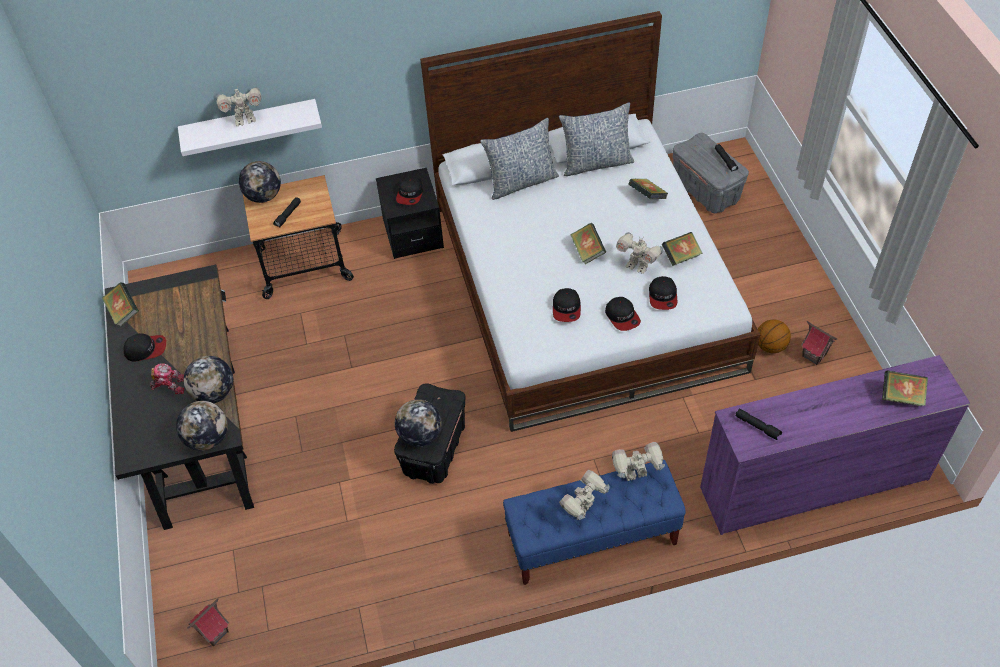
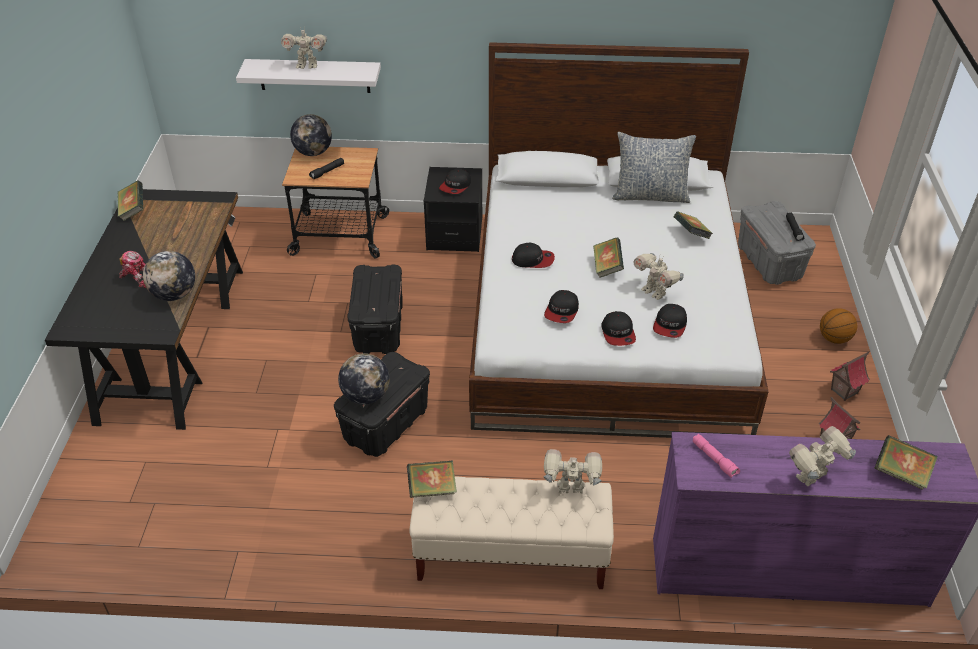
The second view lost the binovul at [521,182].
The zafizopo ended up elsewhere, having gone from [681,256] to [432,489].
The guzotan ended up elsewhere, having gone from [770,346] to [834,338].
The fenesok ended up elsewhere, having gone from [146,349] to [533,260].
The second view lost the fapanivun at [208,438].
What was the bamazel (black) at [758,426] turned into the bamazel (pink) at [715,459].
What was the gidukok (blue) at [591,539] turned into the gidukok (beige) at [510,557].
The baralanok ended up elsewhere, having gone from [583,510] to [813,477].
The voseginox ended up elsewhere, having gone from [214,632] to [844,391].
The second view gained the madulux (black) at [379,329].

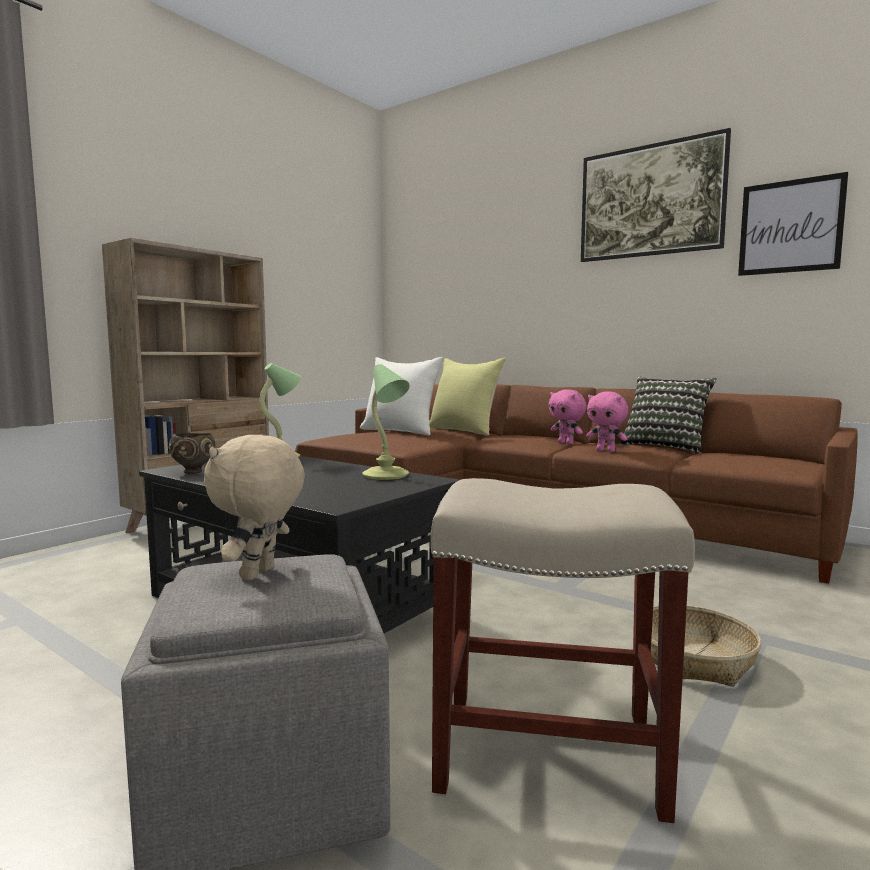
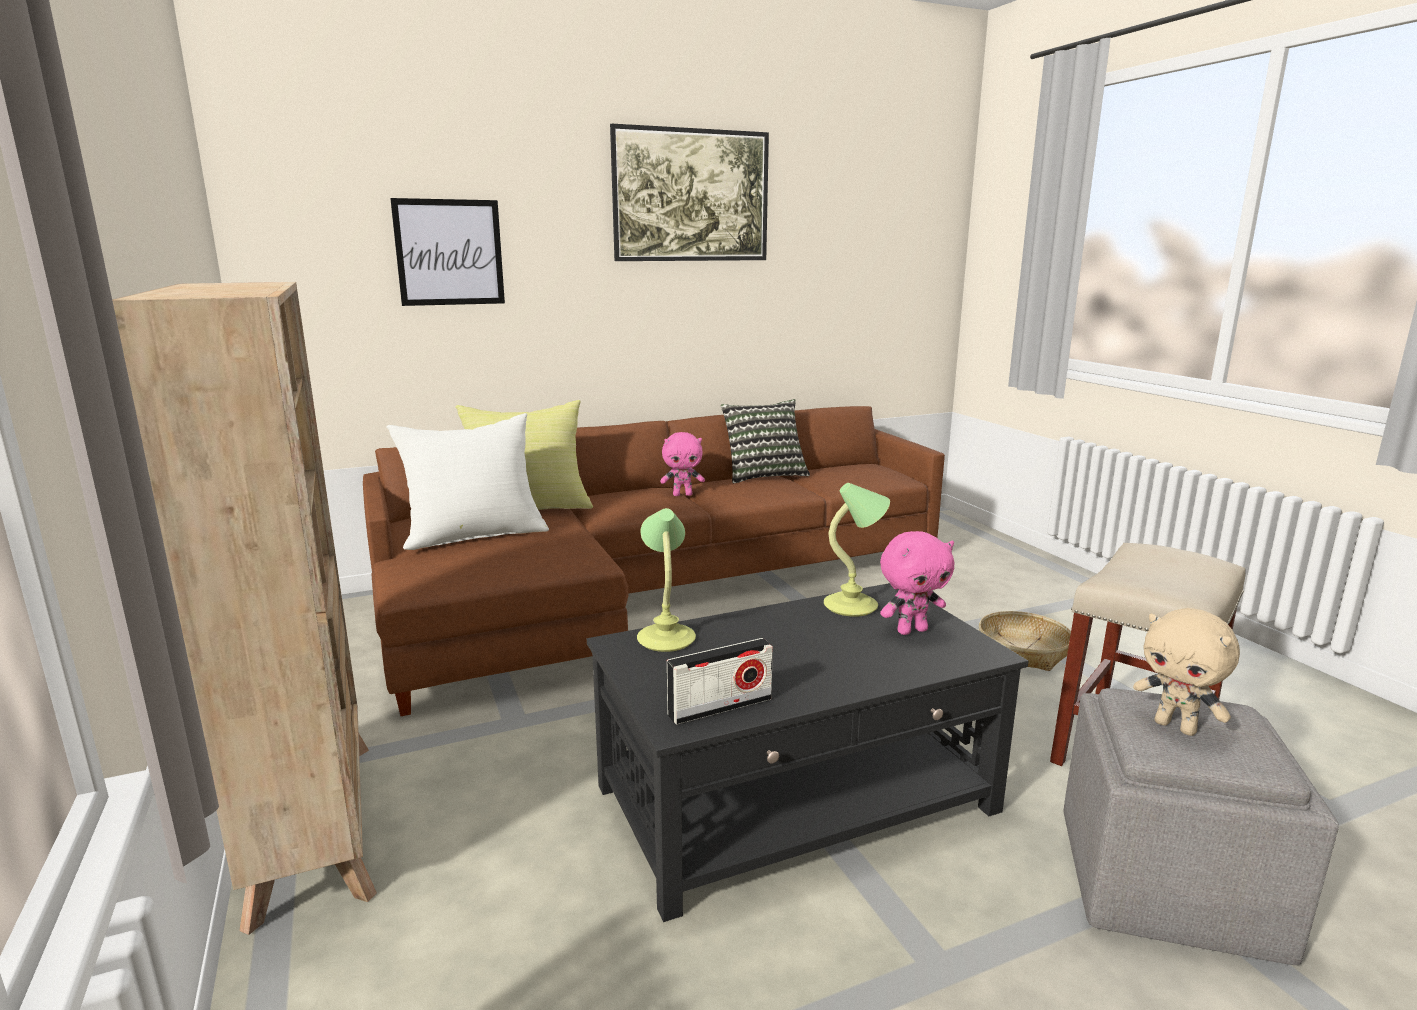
The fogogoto ended up elsewhere, having gone from [790,226] to [449,252].
The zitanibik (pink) ended up elsewhere, having gone from [606,451] to [911,630].
Where the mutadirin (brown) stood at [194,472], the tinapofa came to stand at [720,707].

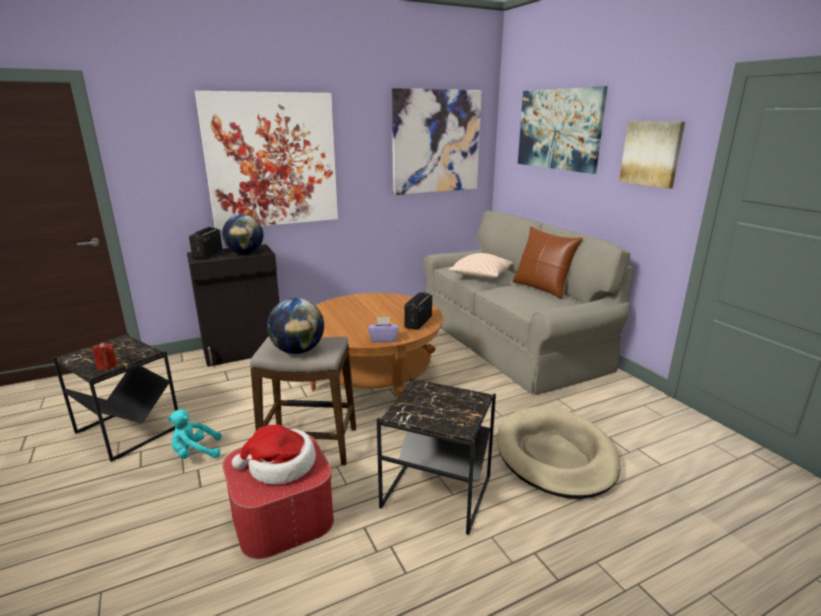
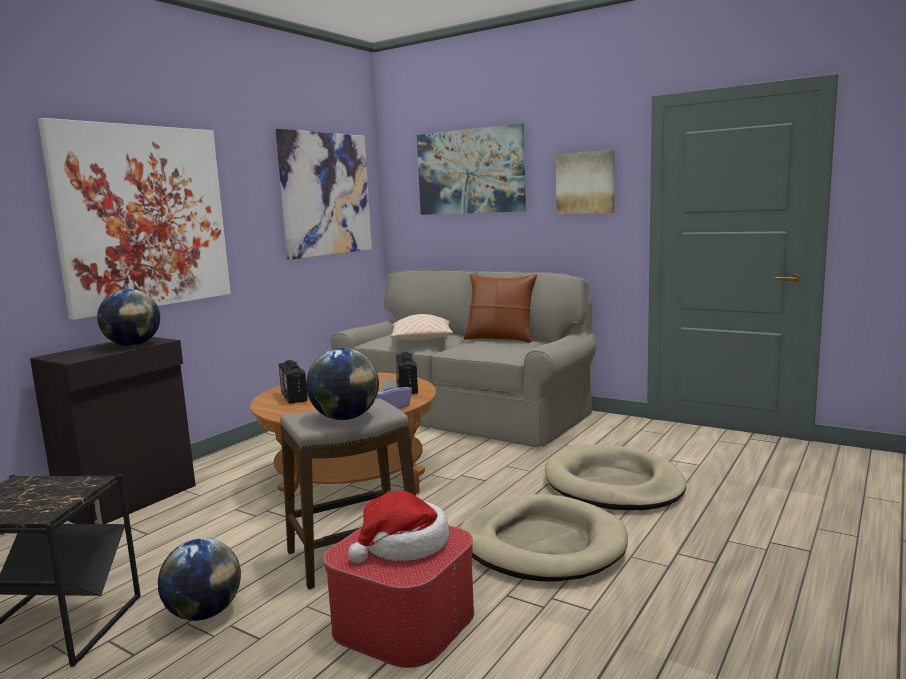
The tinapofa ended up elsewhere, having gone from [207,254] to [294,397].
The second view lost the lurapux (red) at [107,366].
Where the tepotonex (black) stood at [436,492], the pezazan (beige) came to stand at [542,544].
Where the zitanibik (turquoise) stood at [195,453], the fapanivun came to stand at [204,613].

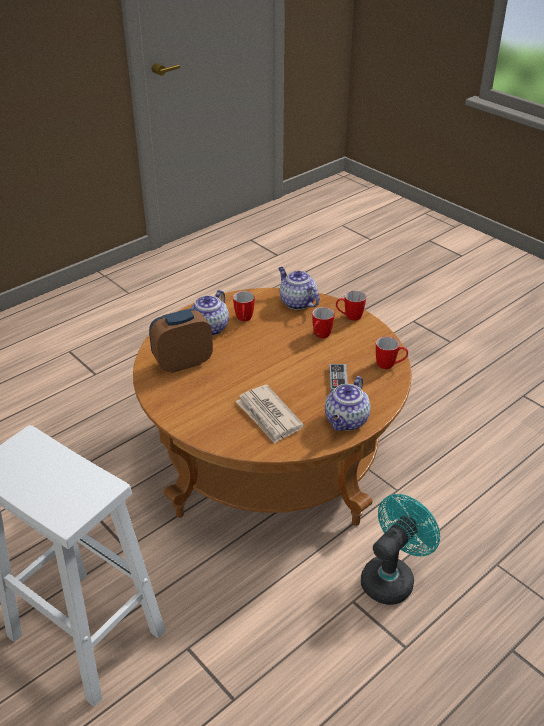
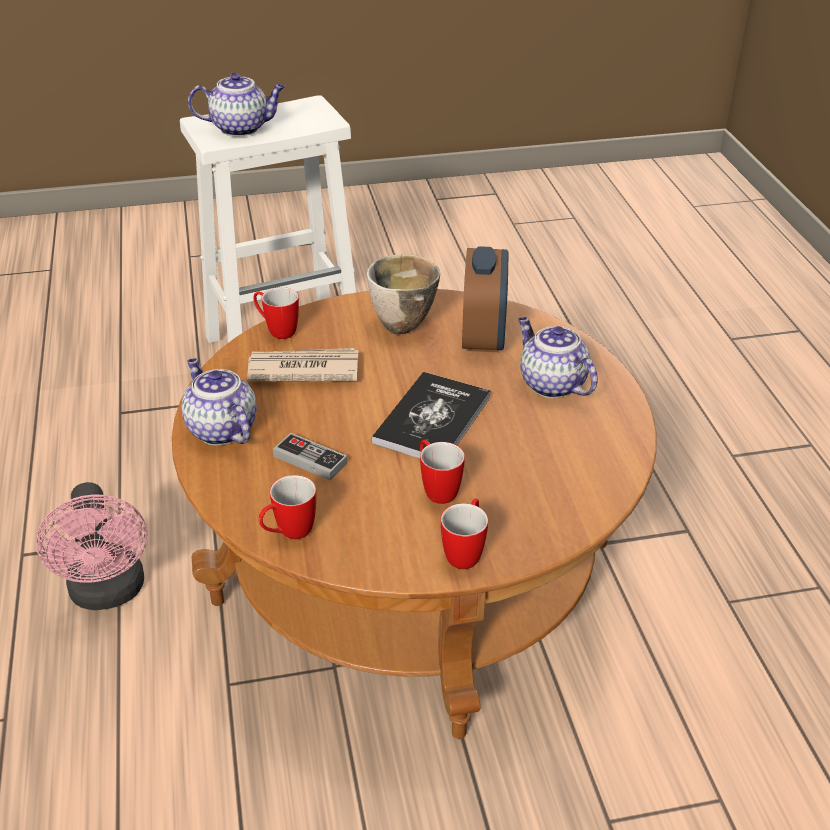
The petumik ended up elsewhere, having gone from [296,302] to [241,128].
The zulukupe ended up elsewhere, having gone from [244,320] to [277,330].
What was the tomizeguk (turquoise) at [392,577] turned into the tomizeguk (pink) at [108,593].
The second view gained the mutadirin at [403,327].
The second view gained the zafizopo at [432,419].

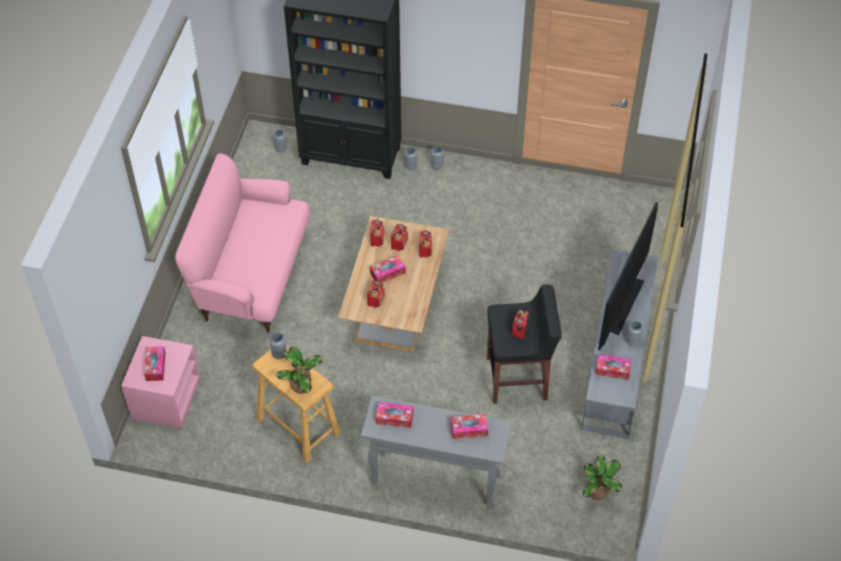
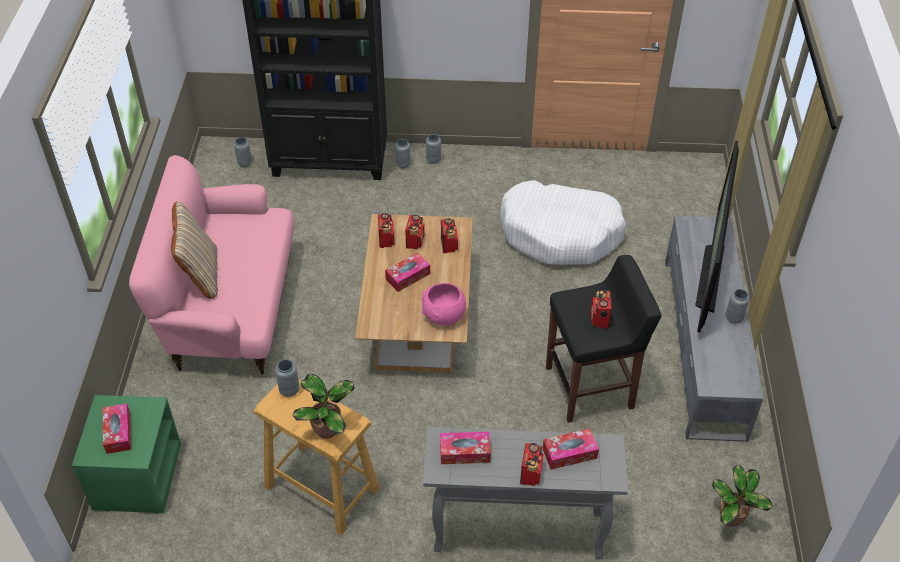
The tinapofa ended up elsewhere, having gone from [376,300] to [531,473].
What was the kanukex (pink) at [165,398] turned into the kanukex (green) at [137,476].
The second view lost the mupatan at [612,370].
The second view gained the pezazan (white) at [560,233].
The second view gained the binovul (beige) at [200,274].
The second view gained the mutadirin (pink) at [443,316].

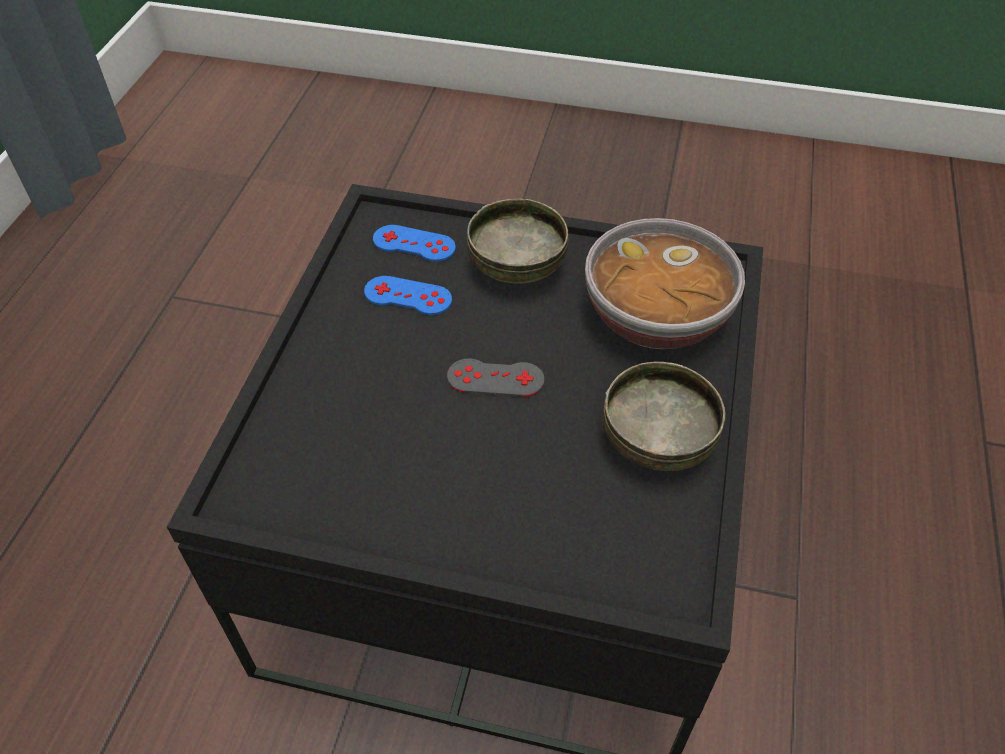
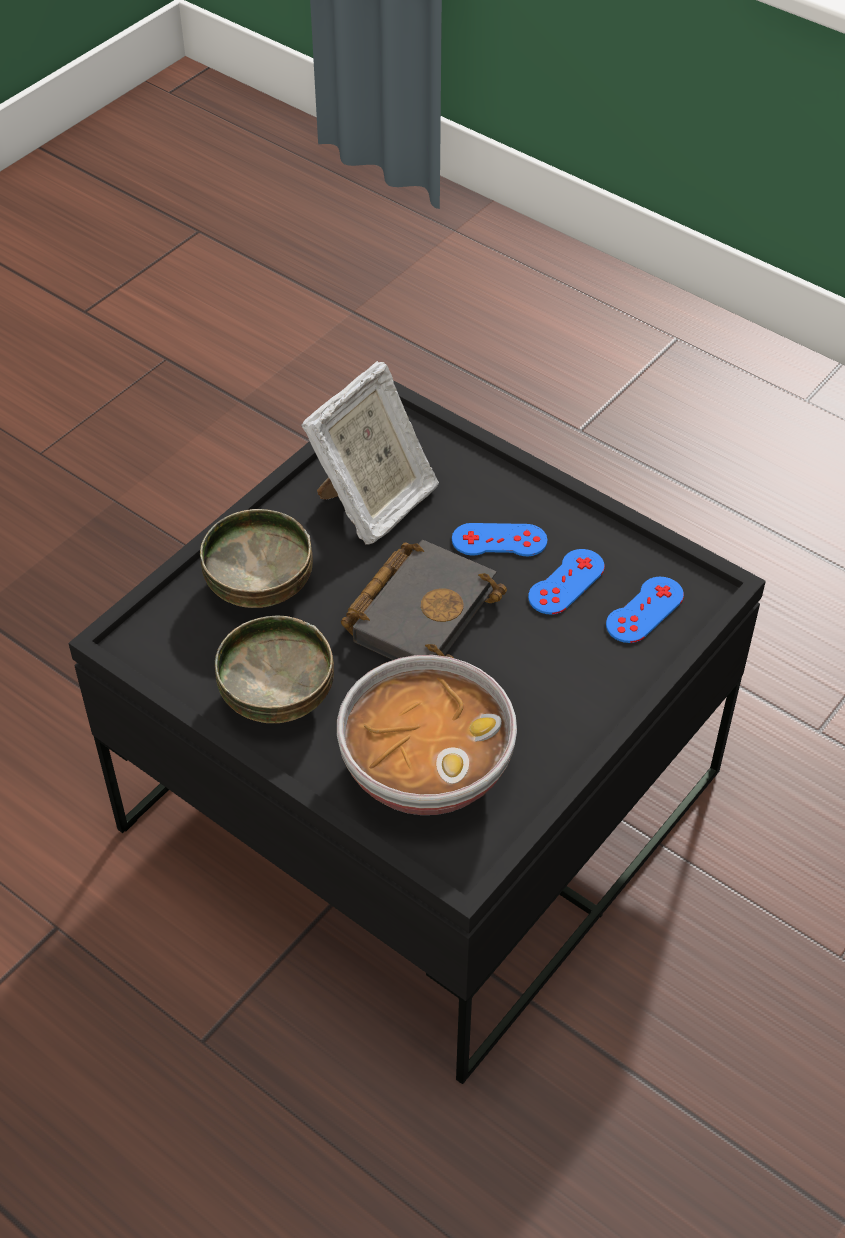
The mutadirin ended up elsewhere, having gone from [515,267] to [261,585].
Where the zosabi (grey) stood at [495,378], the zafizopo (black) came to stand at [421,610].
The second view gained the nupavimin at [373,503].
The second view gained the zosabi (blue) at [499,540].

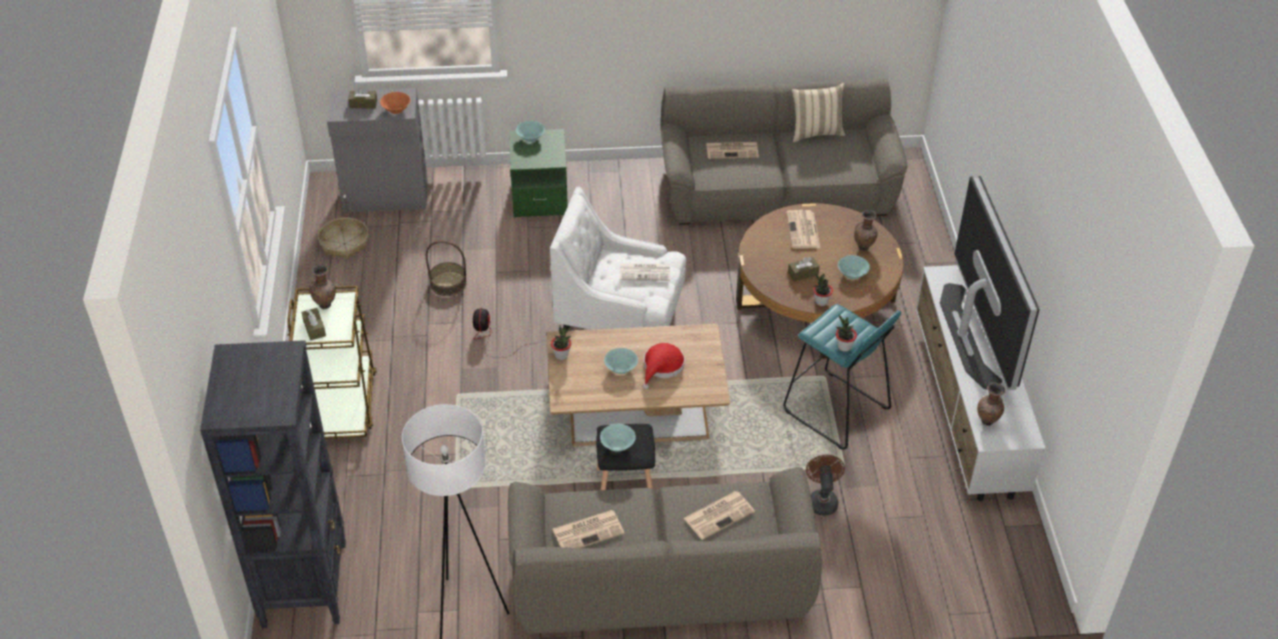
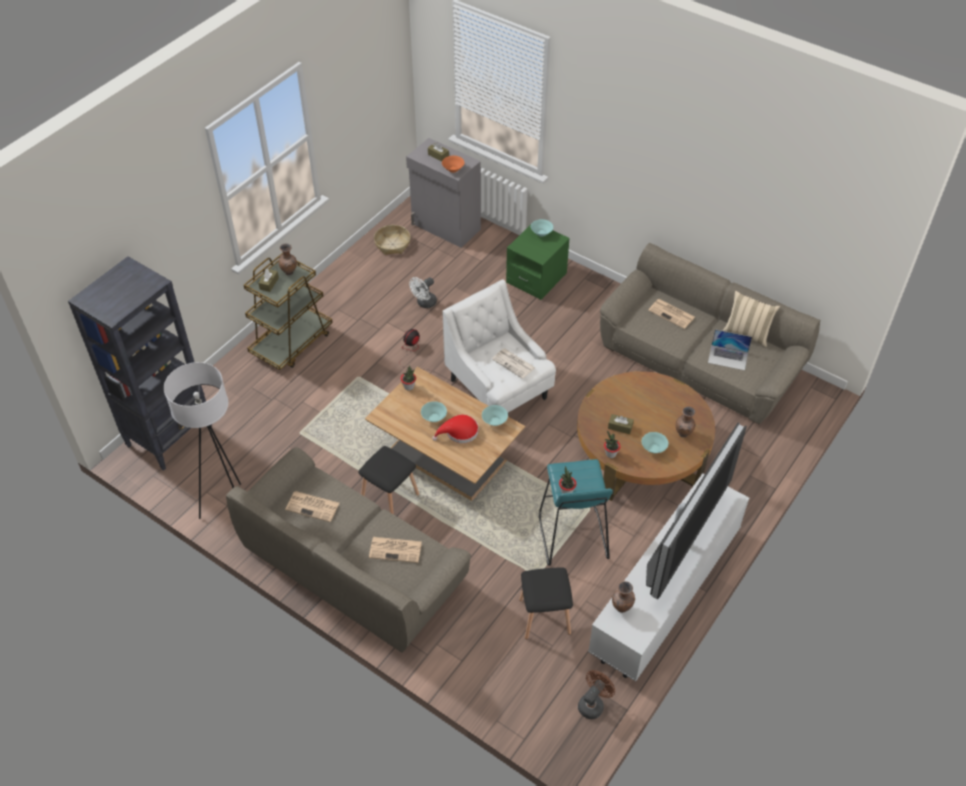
The second view lost the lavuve at [803,230].
Where the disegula stood at [448,283], the tomizeguk (white) came to stand at [424,303].
The mutadirin (turquoise) ended up elsewhere, having gone from [617,445] to [494,421].
The tomizeguk (brown) ended up elsewhere, having gone from [822,500] to [593,704].
The second view gained the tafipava at [728,357].
The second view gained the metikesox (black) at [543,617].

